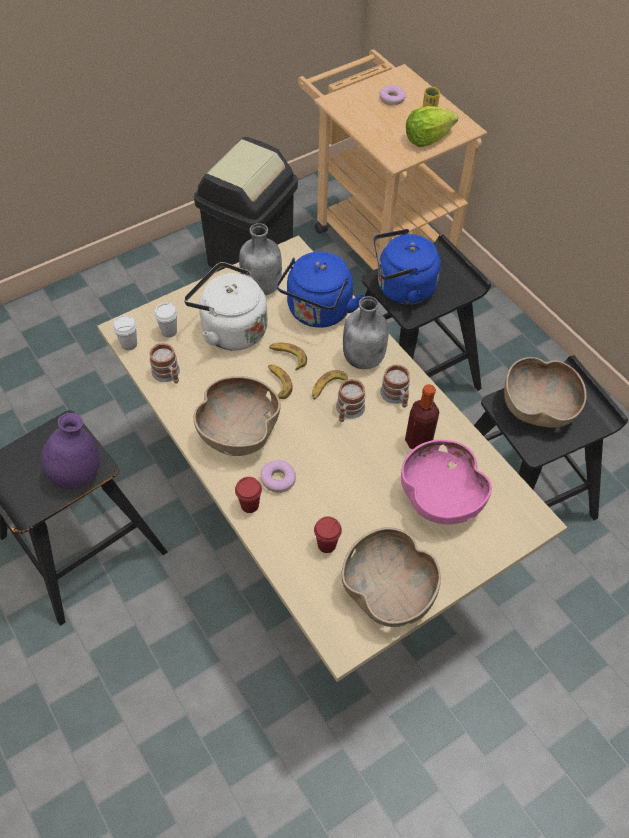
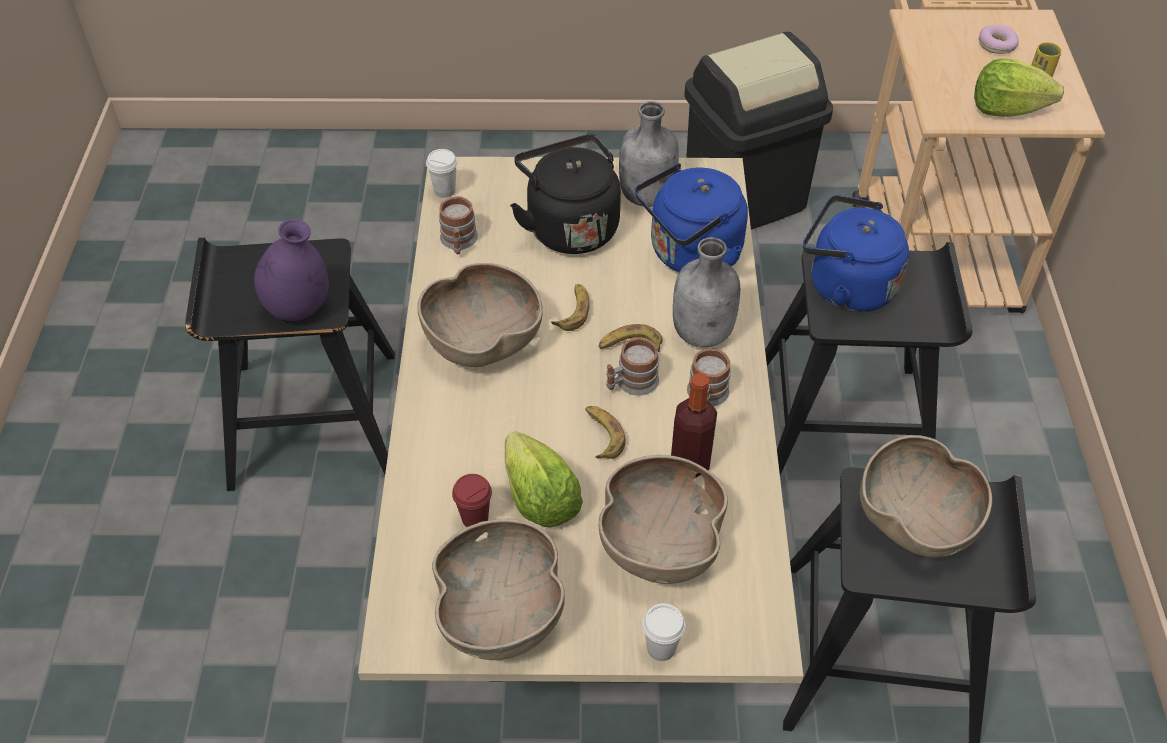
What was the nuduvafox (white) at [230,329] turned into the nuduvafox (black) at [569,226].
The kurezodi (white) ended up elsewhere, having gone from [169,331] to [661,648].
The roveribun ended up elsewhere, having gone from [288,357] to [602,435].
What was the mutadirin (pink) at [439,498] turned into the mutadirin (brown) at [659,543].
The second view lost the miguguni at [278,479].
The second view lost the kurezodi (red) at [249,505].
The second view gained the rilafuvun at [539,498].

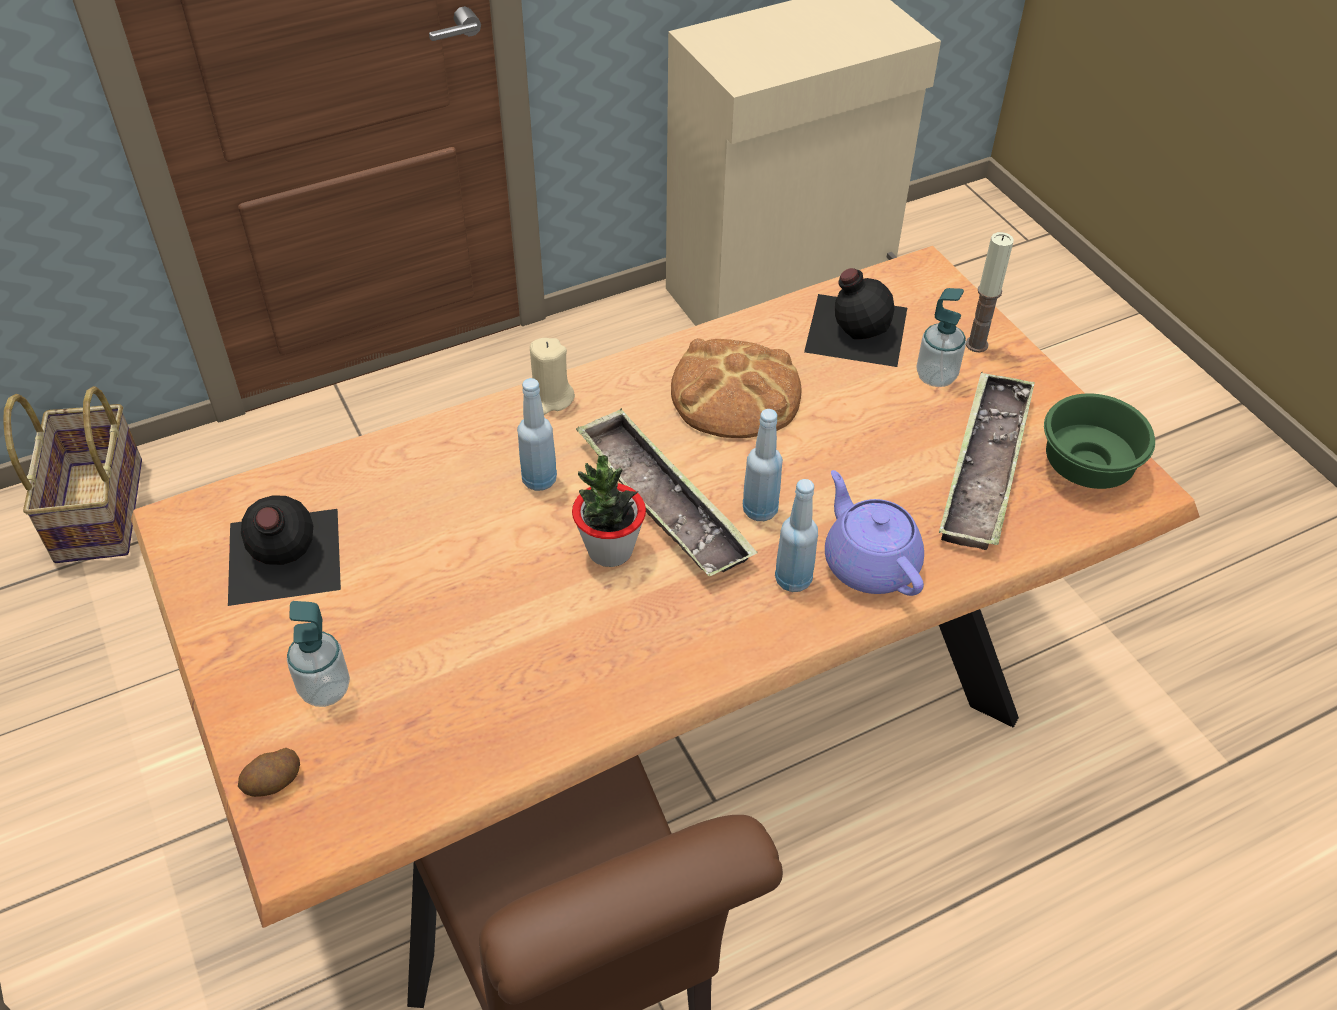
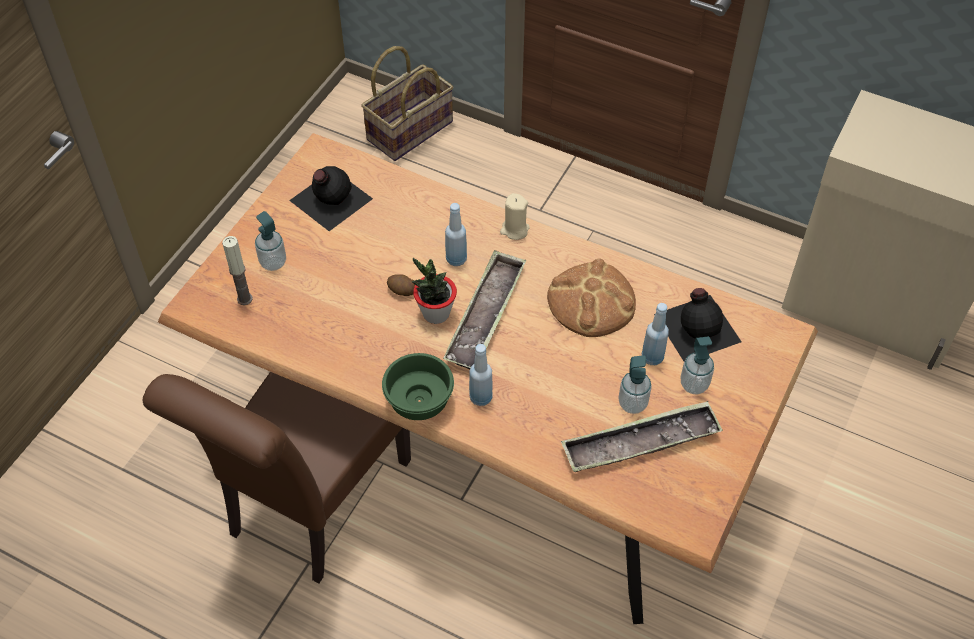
The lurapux ended up elsewhere, having gone from [976,344] to [244,299].
The mutadirin (green) ended up elsewhere, having gone from [1085,468] to [417,400].
The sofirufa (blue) ended up elsewhere, having gone from [759,510] to [652,357].
The second view lost the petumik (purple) at [869,563].
The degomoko ended up elsewhere, having gone from [273,783] to [402,291].
The second view gained the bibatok at [632,403].

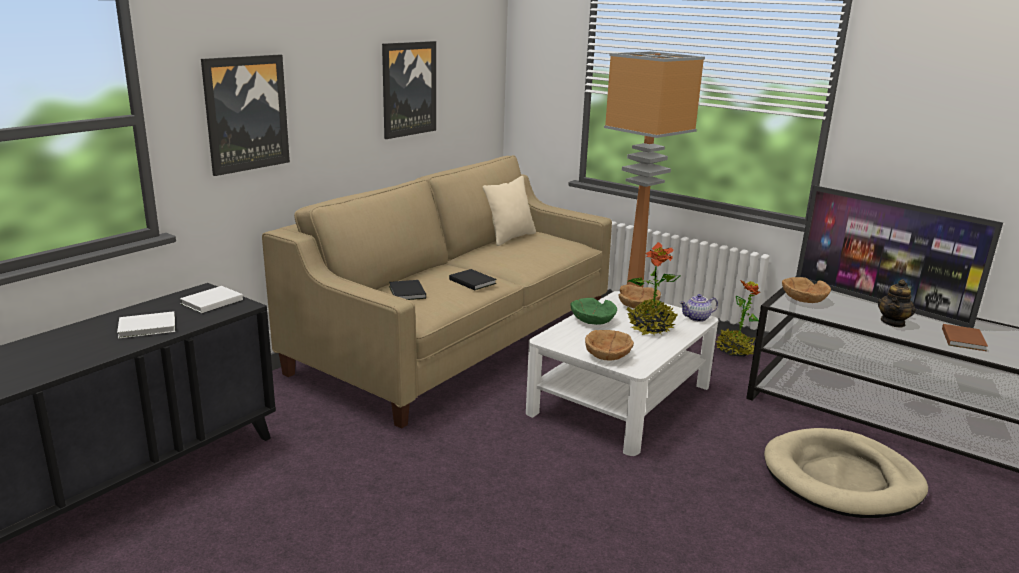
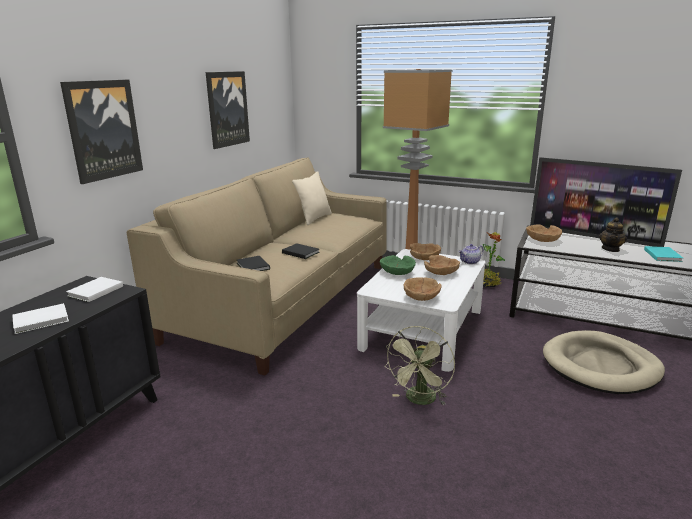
Where the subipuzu stood at [650,327], the mutadirin (brown) came to stand at [441,272].
What was the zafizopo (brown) at [964,339] turned into the zafizopo (turquoise) at [662,255].
The second view gained the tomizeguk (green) at [420,400].

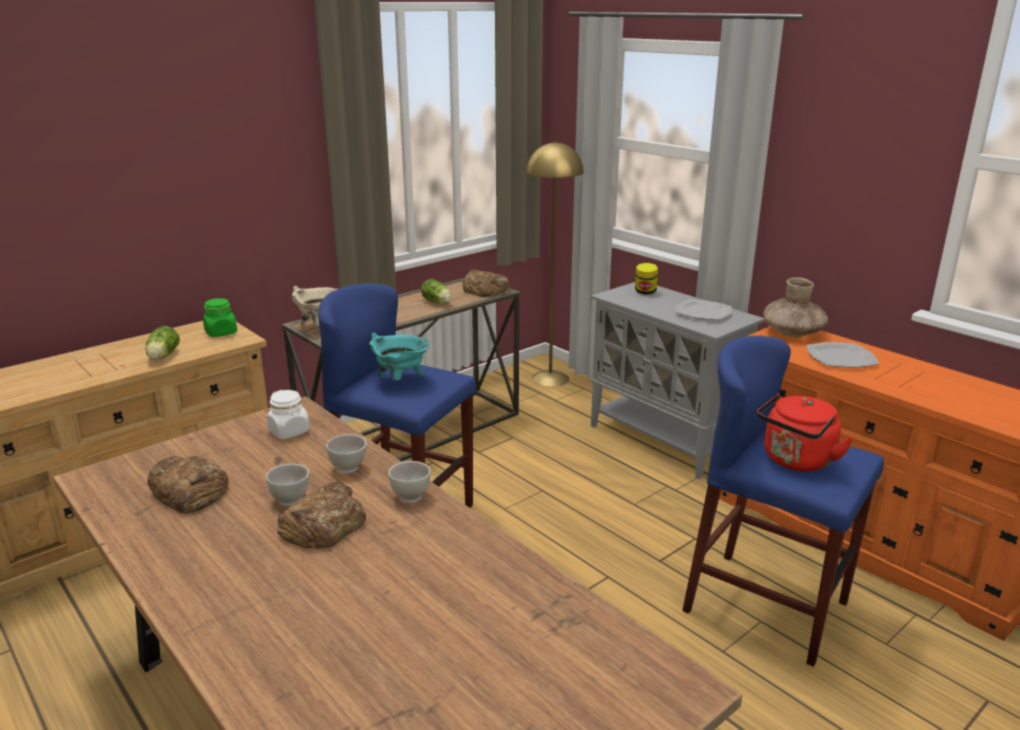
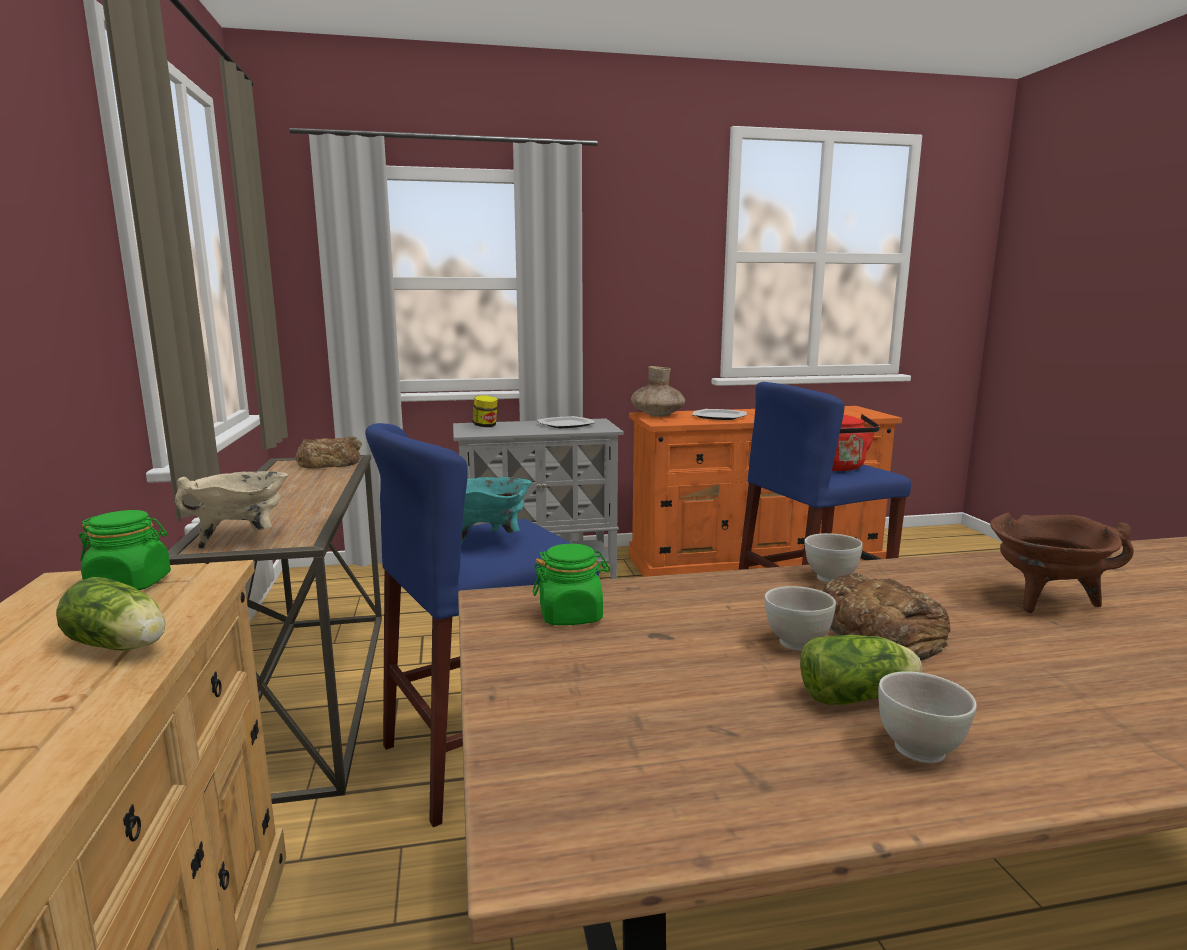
The second view lost the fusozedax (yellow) at [550,378].
The rilafuvun ended up elsewhere, having gone from [438,302] to [859,696].
What was the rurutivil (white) at [289,431] turned into the rurutivil (green) at [571,615].
The mutadirin (white) ended up elsewhere, having gone from [348,468] to [919,749].
The second view lost the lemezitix at [189,491].
The second view gained the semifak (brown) at [1045,601].

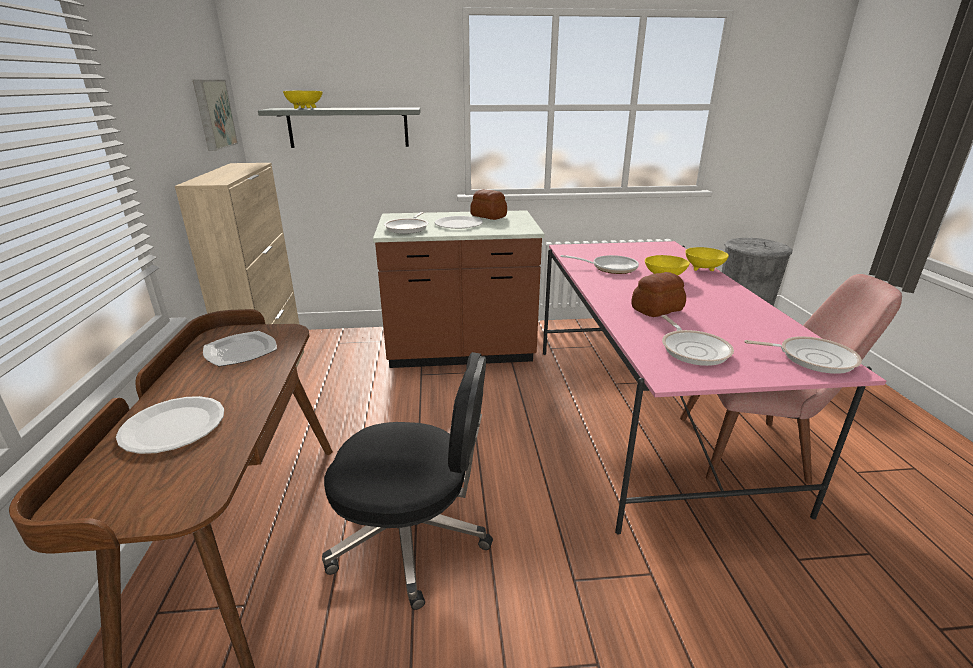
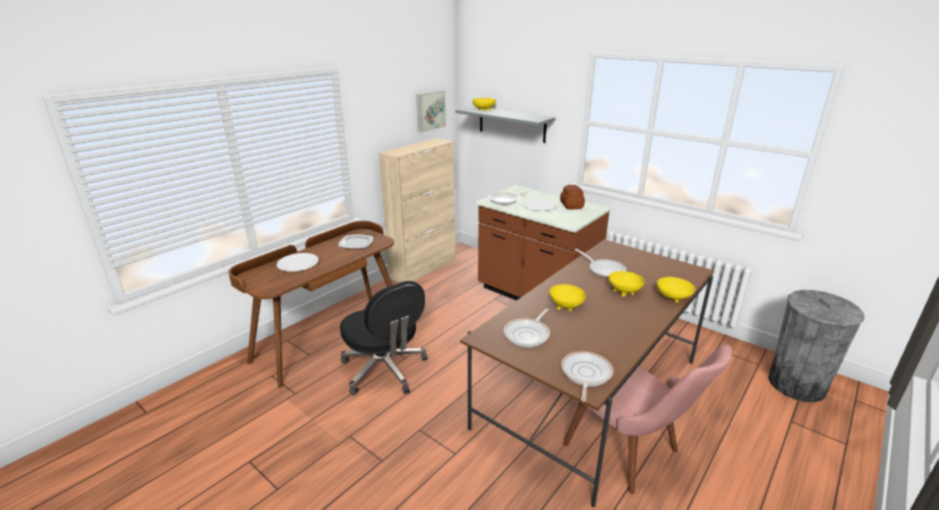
What was the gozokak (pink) at [647,417] turned into the gozokak (brown) at [589,393].
Where the lemezitix stood at [658,309], the mutadirin (yellow) came to stand at [566,306].
The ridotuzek at [812,358] ended up facing another way, 135 degrees counterclockwise from before.

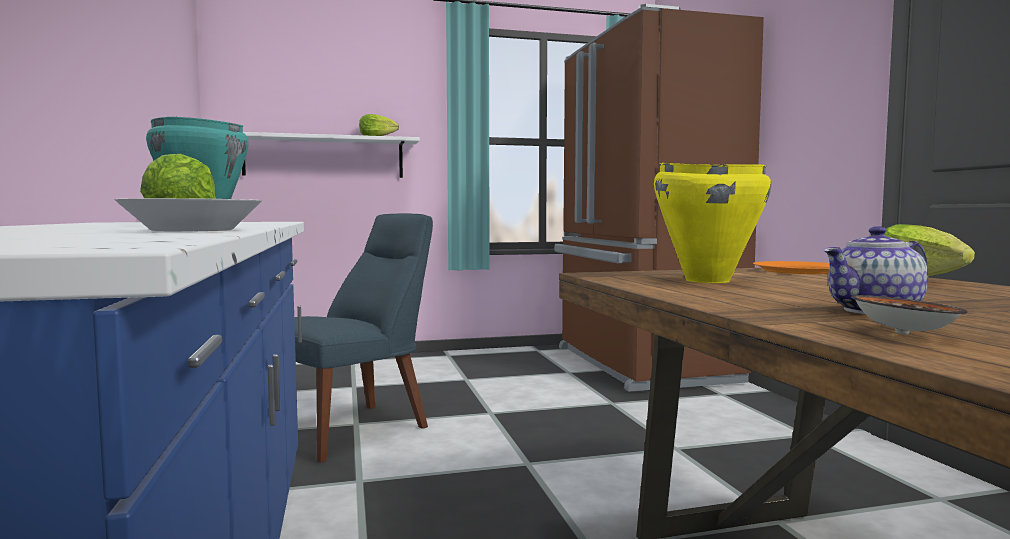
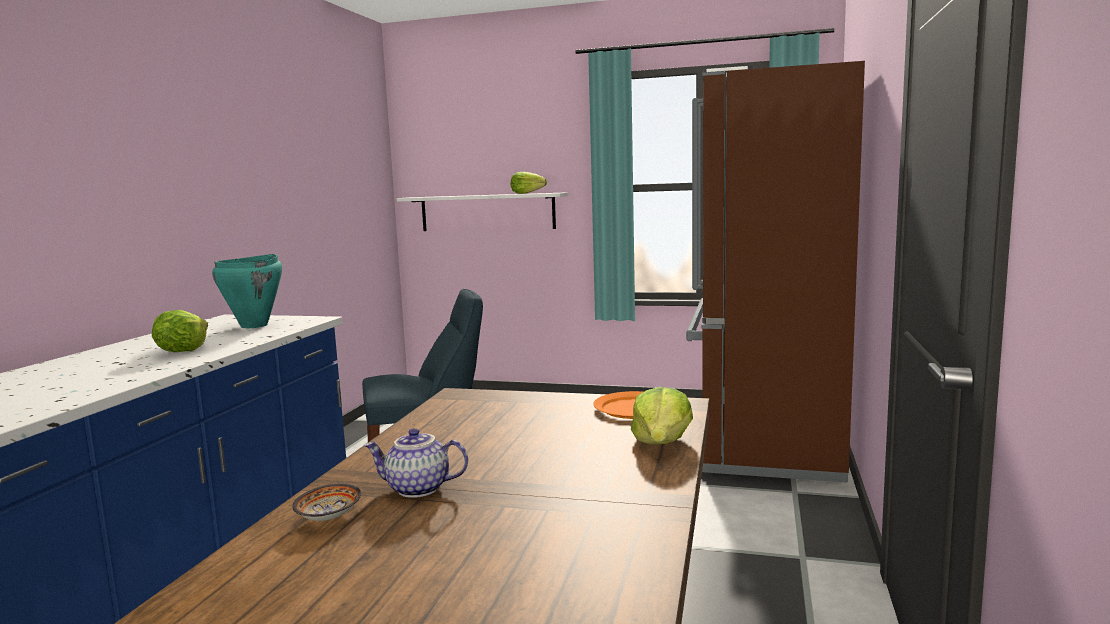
The second view lost the semifak (yellow) at [706,280].
The second view lost the mutadirin (white) at [191,230].

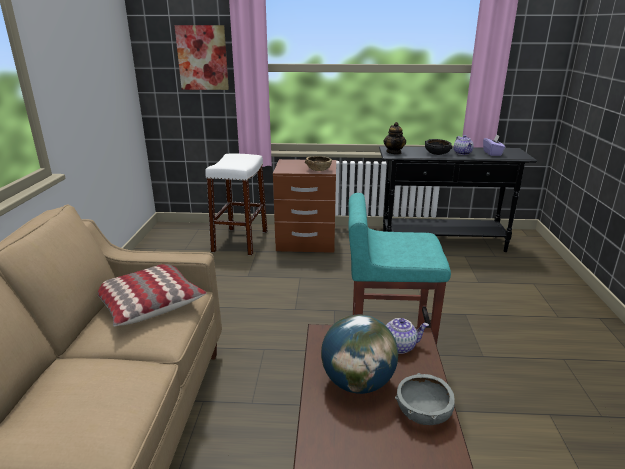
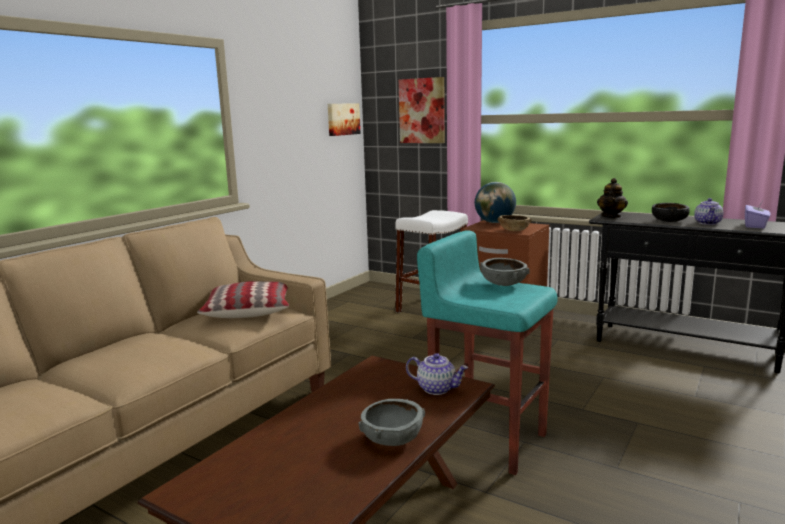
The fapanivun ended up elsewhere, having gone from [357,382] to [494,222].
The second view gained the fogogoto at [342,119].
The second view gained the mutadirin (grey) at [503,284].

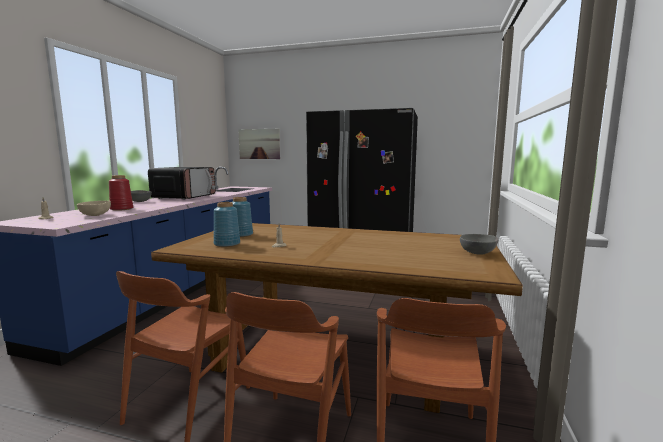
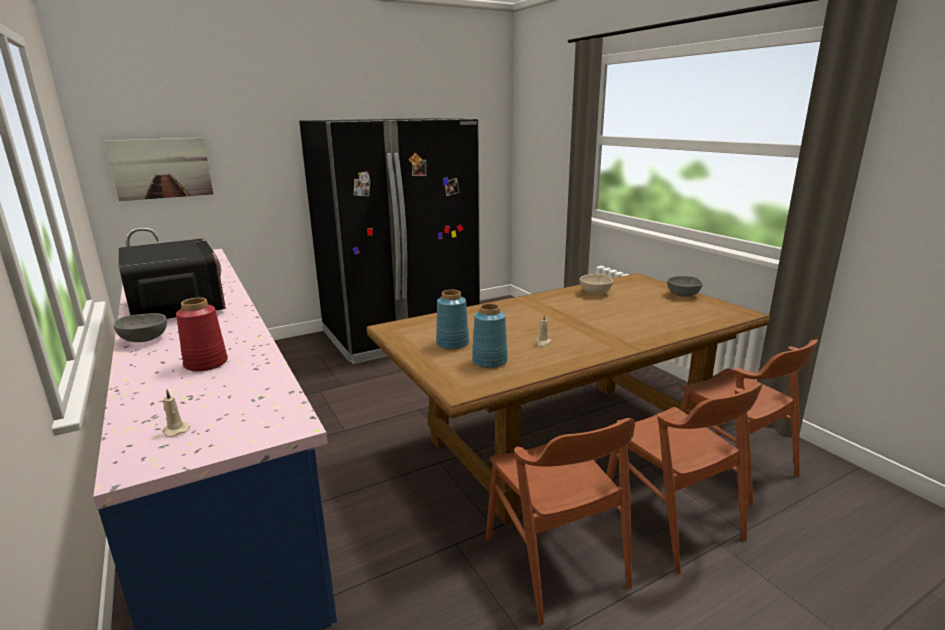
The mutadirin (beige) ended up elsewhere, having gone from [96,215] to [596,293].

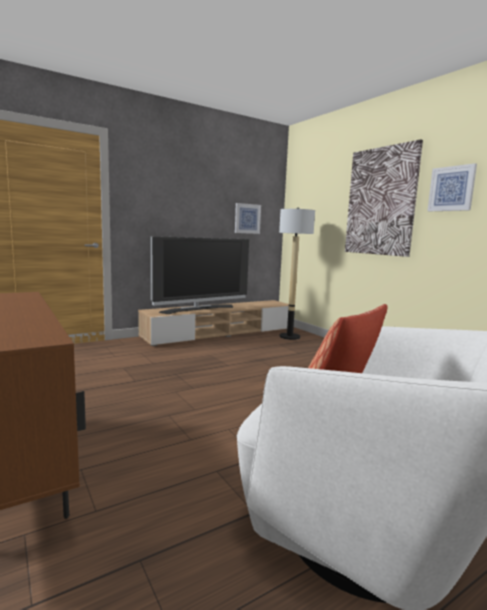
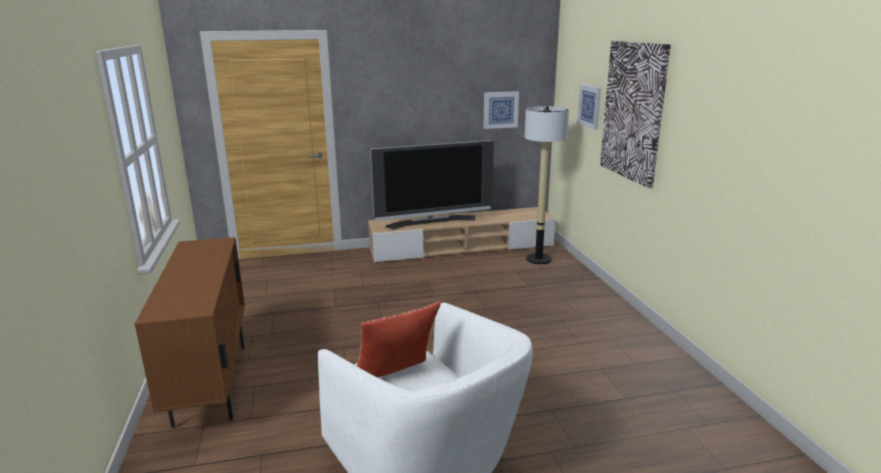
The fogogoto ended up elsewhere, having gone from [451,188] to [589,106].

